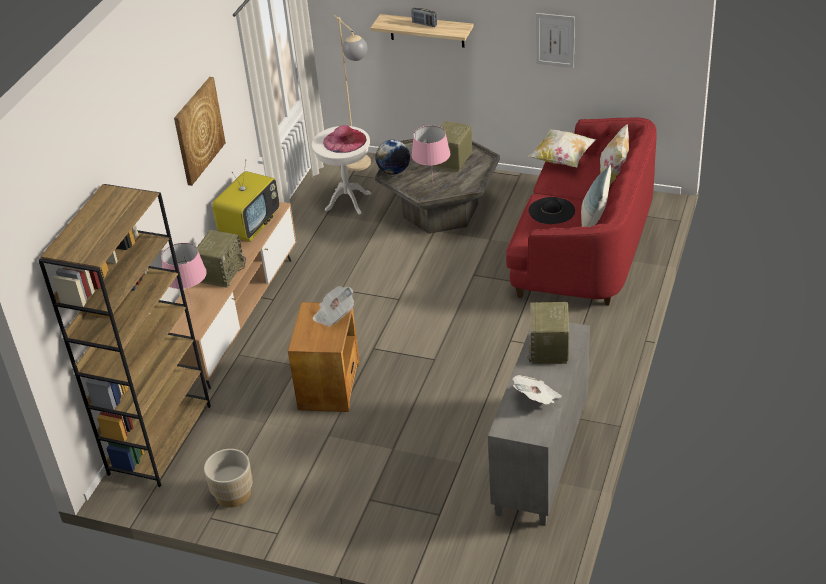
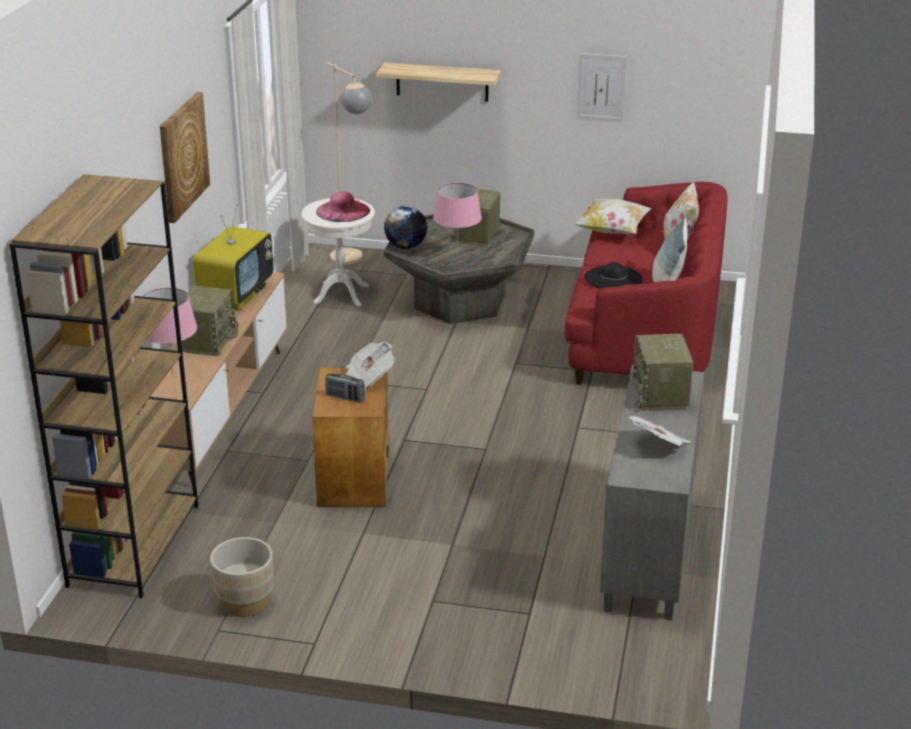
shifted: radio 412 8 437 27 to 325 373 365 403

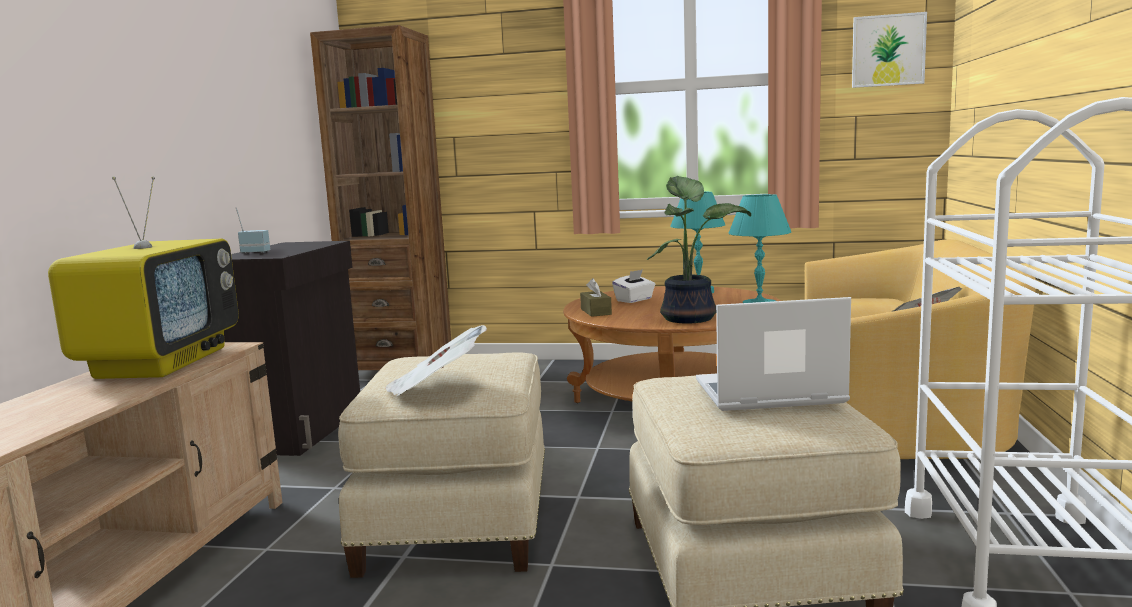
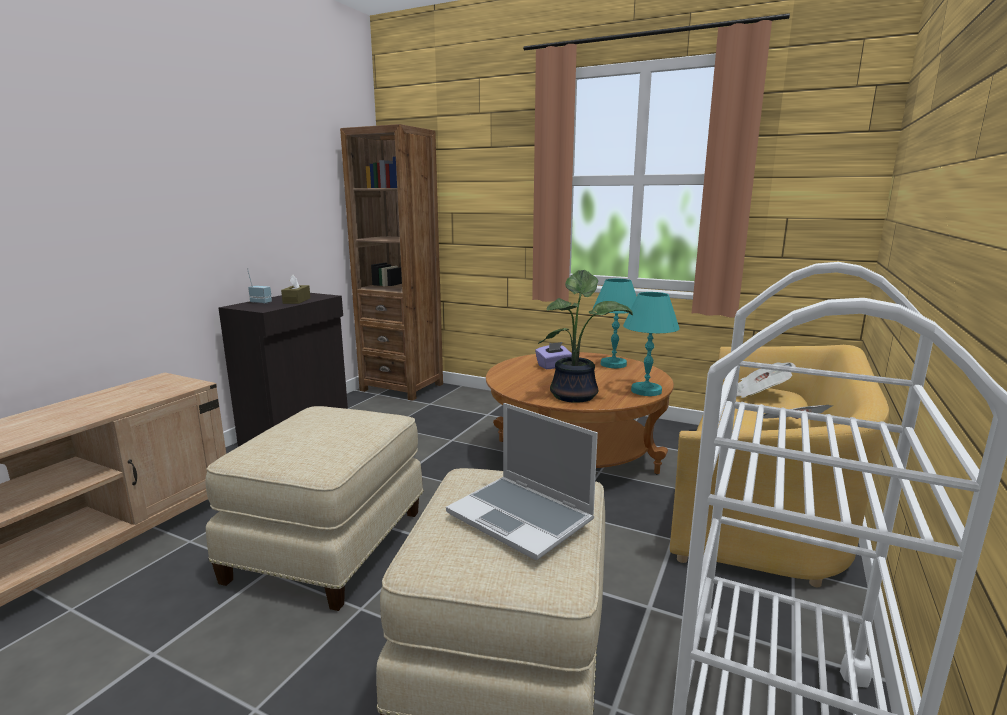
gone: TV set 48 176 239 379; picture 852 12 927 88
shifted: tissue holder (brown) 580 278 612 317 to 281 275 310 304; newspaper 385 325 487 396 to 737 362 796 398
repainted: tissue holder (whitish) 612 269 655 303 to tissue holder (purple-coloured) 535 342 572 369
rotated: portable computer 696 297 851 411 = 446 403 598 560 150 degrees counterclockwise

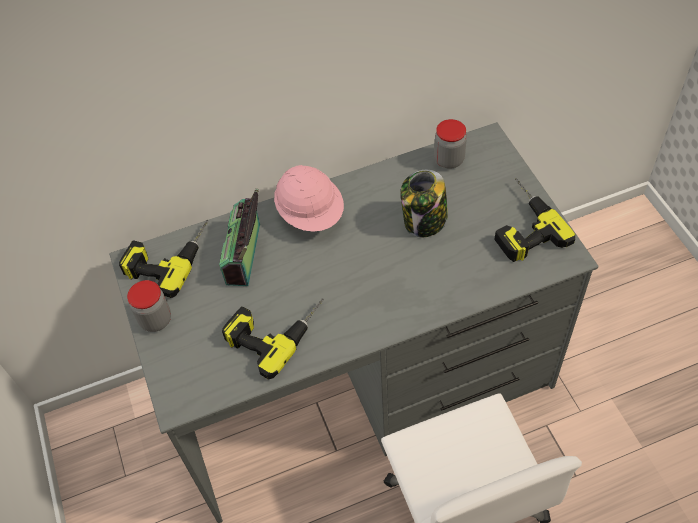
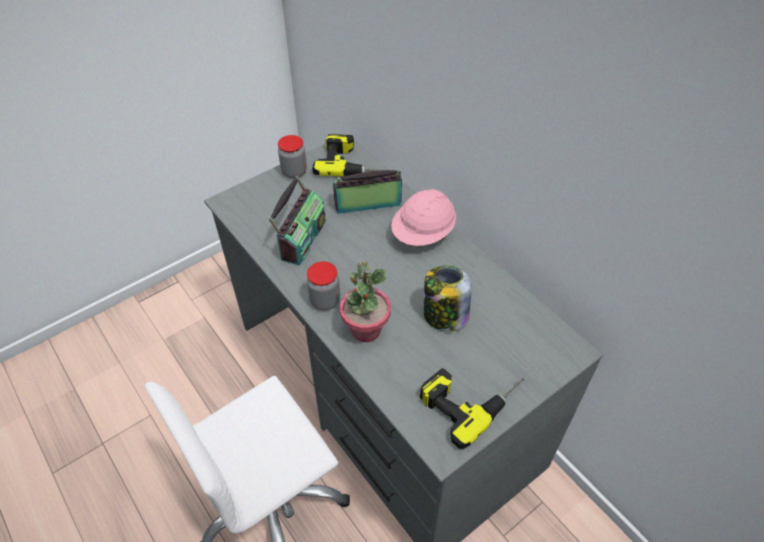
new: houseplant 340 262 391 342
shifted: preserve jar 434 119 467 169 to 307 262 340 310
swapped: drill 222 299 324 379 to radio 269 176 326 265

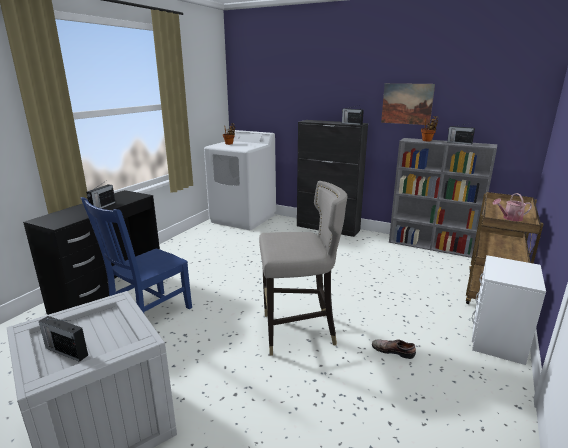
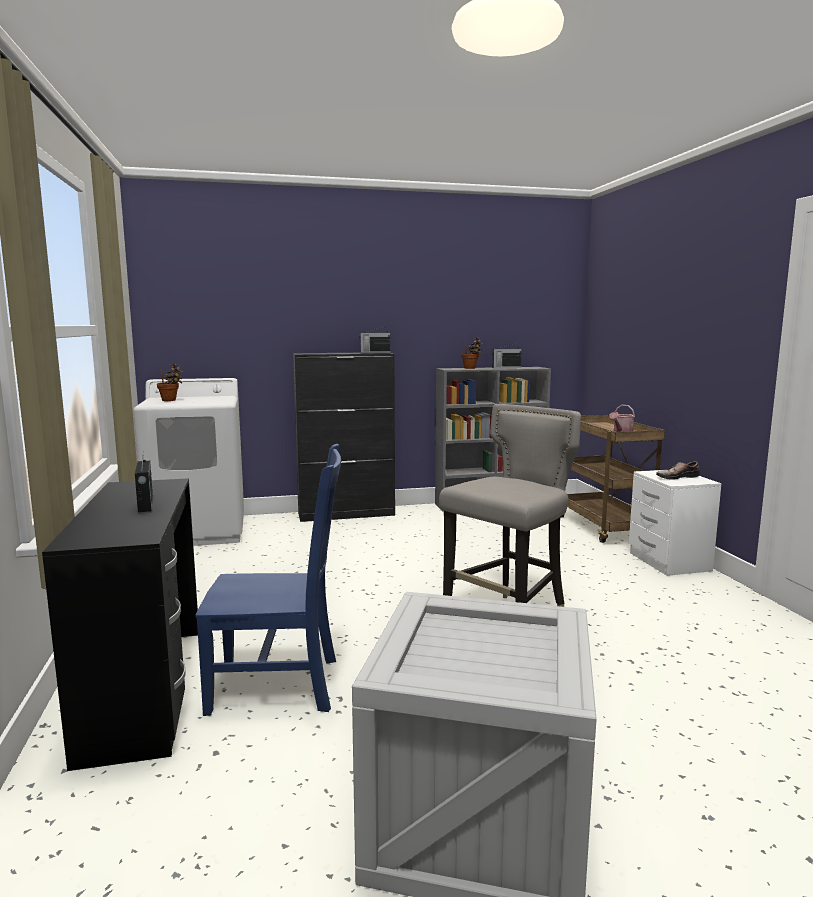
gone: radio 39 316 88 362; picture 381 83 435 125
shifted: shoe 372 339 416 359 to 656 461 700 480
rotated: chair (bluish) 81 197 192 313 = 195 444 341 716 90 degrees counterclockwise

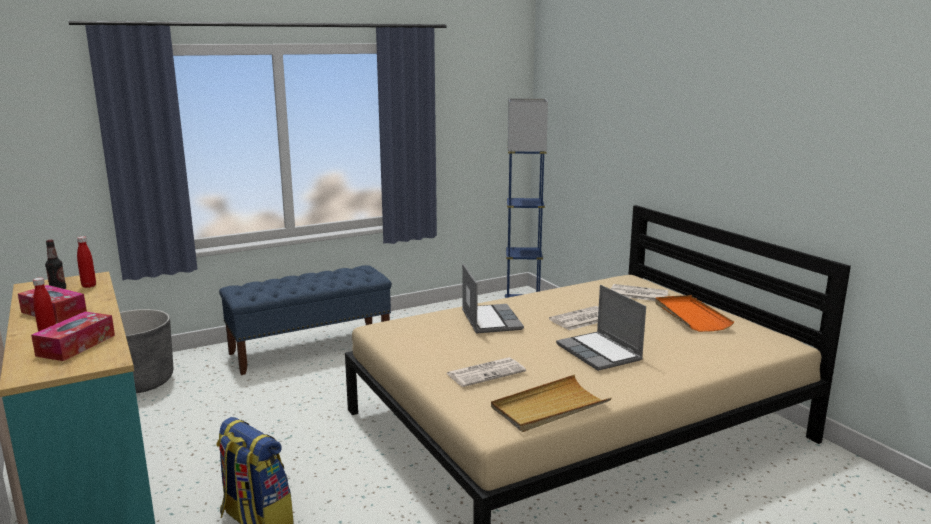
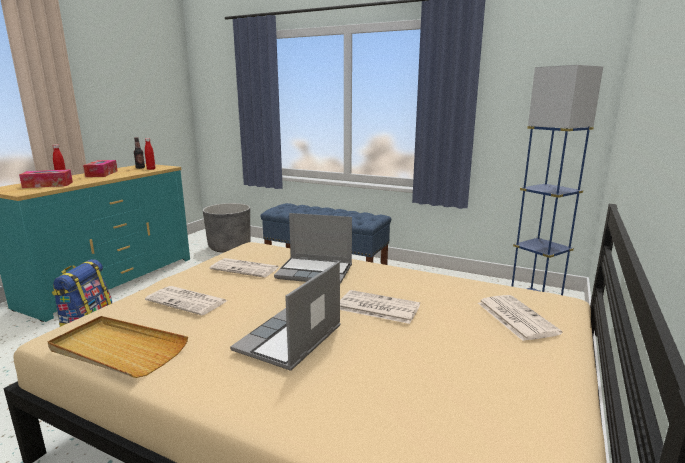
gone: carrying tray (orange) 655 295 734 332
new: newspaper 210 258 279 278
rotated: portable computer 462 264 524 333 = 274 213 352 284 60 degrees clockwise

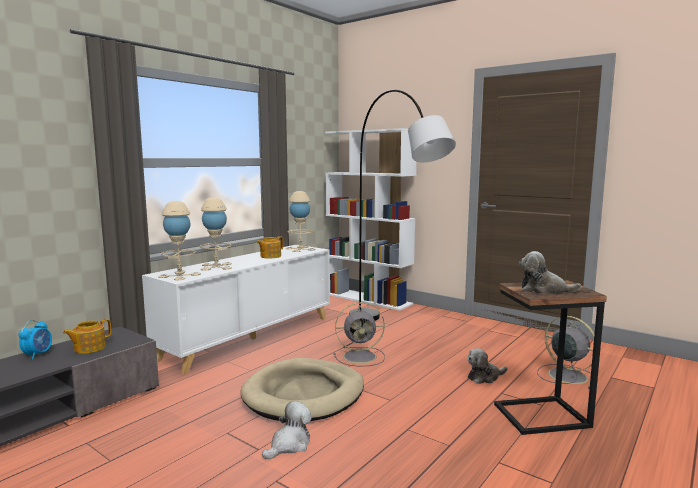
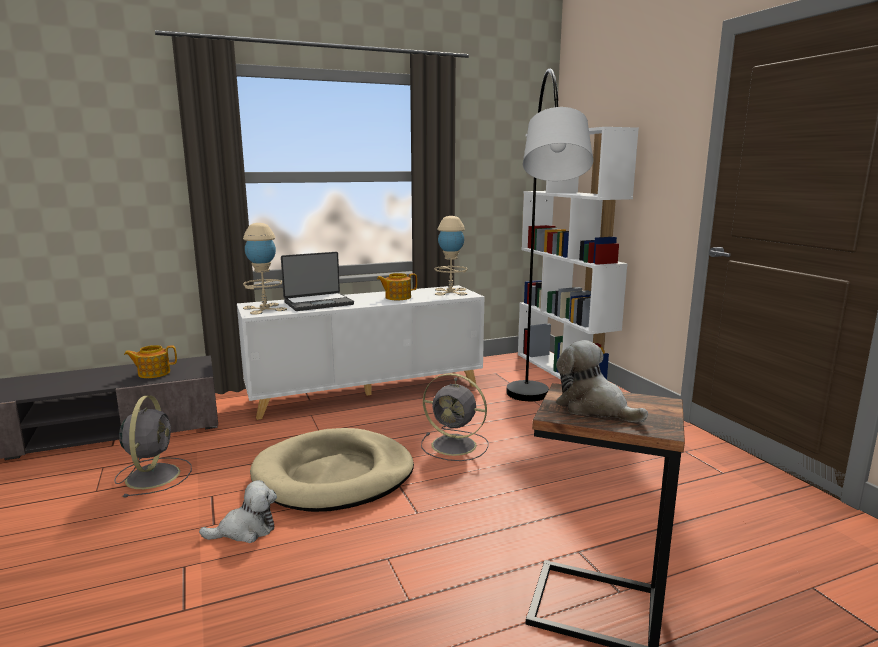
gone: table clock 19 320 52 359; cuddly toy 468 348 507 384
shifted: electric fan (gray) 537 316 598 389 to 114 396 192 497
swapped: lamp for a table (beige) 200 197 232 271 to portable computer 281 252 354 311

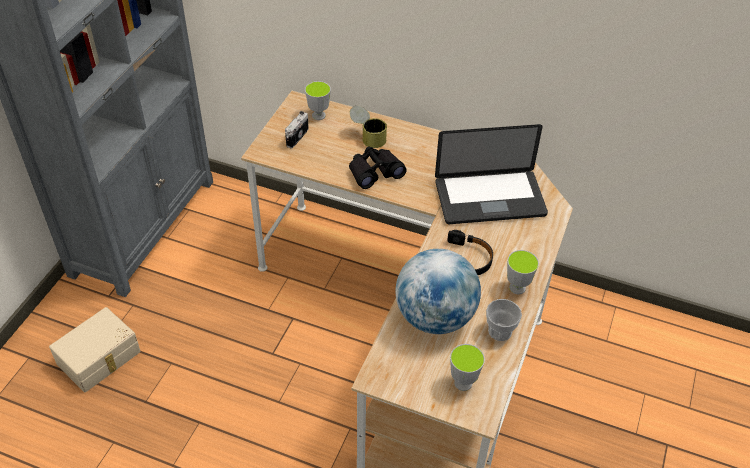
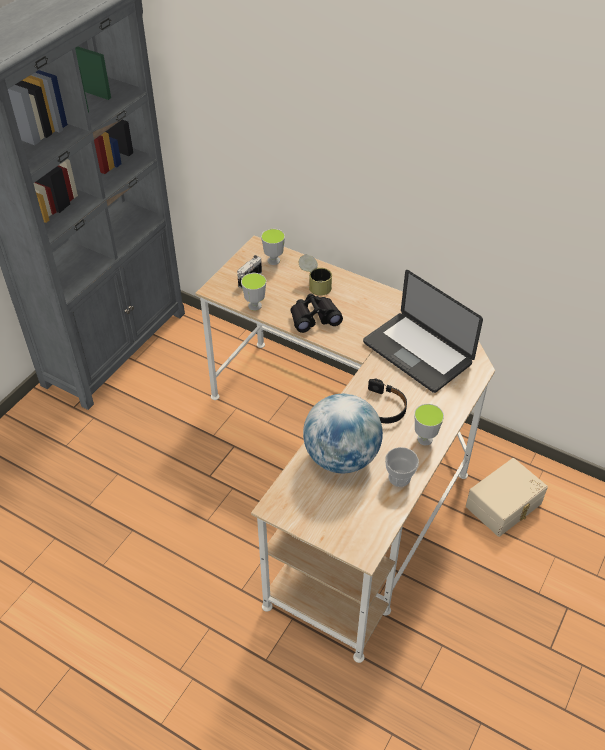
shifted: small cup 450 344 485 391 to 241 273 266 311; storage container (beige) 49 307 141 392 to 466 458 548 537
rotated: portable computer 435 124 548 224 = 363 270 483 393 45 degrees clockwise

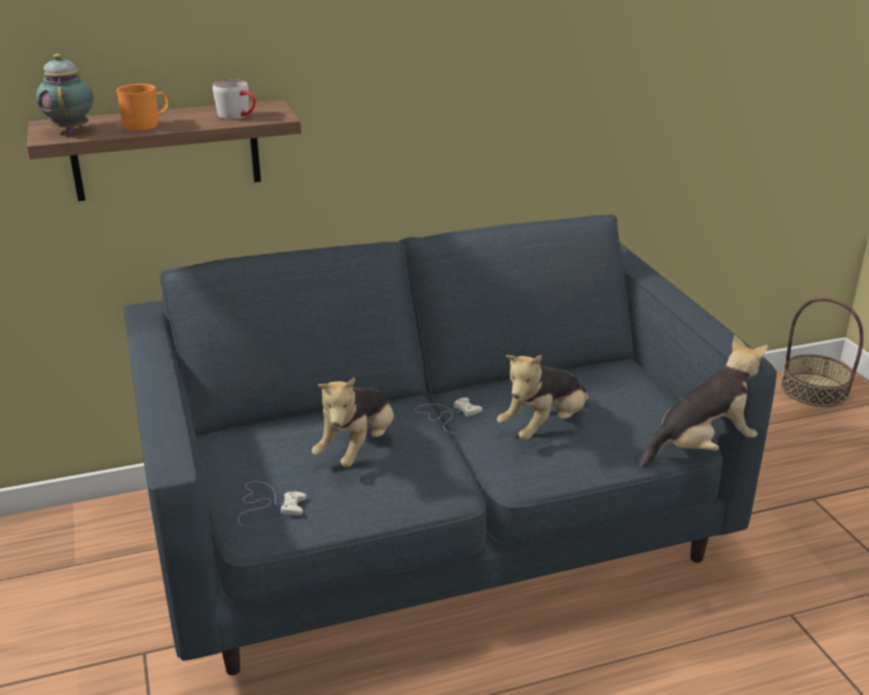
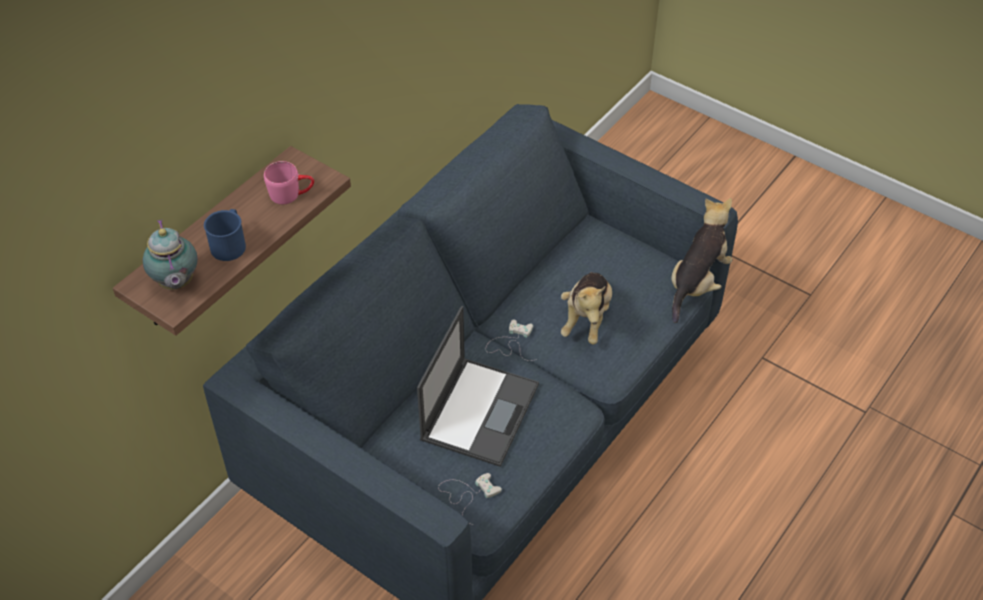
gone: storage basket 781 297 864 407
swapped: cuddly toy 312 377 394 467 to portable computer 417 306 539 467
repainted: tea mug (orange) 116 84 168 131 to tea mug (bluish) 204 209 246 261; tea mug (gray) 213 79 256 119 to tea mug (pink) 264 161 314 204
rotated: pot for tea 36 54 94 133 = 143 219 198 290 150 degrees counterclockwise

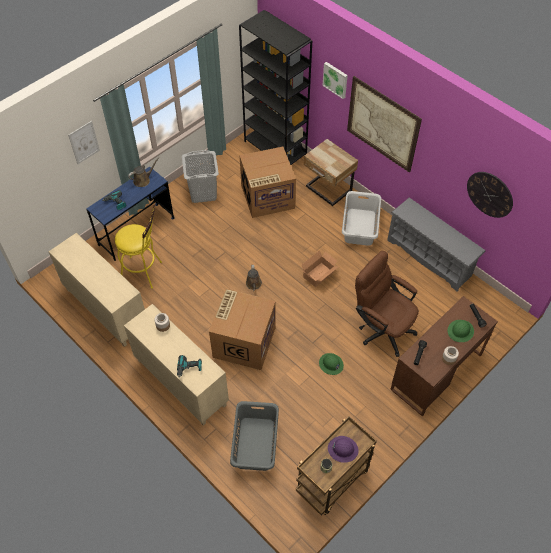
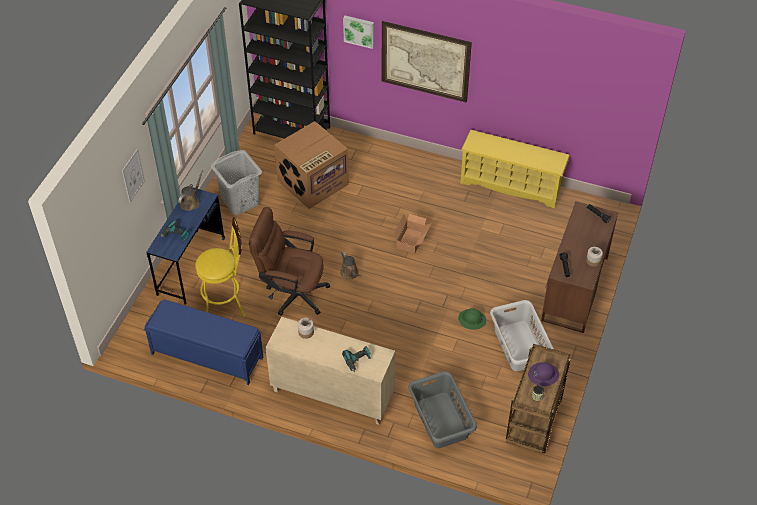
gone: packing box 209 289 276 370; night table (beige) 304 139 358 206; hard hat (greenish) 447 320 474 342; hanging clock 467 172 513 218
shifted: desk chair (brown) 355 251 419 357 to 249 207 330 315; laundry basket (gray) 342 191 381 246 to 490 300 554 371
swapped: cabinet (beige) 48 233 145 347 to long seat (bluish) 144 299 263 385
repainted: shoe shelf (gray) 387 198 486 292 to shoe shelf (yellow) 460 130 570 208

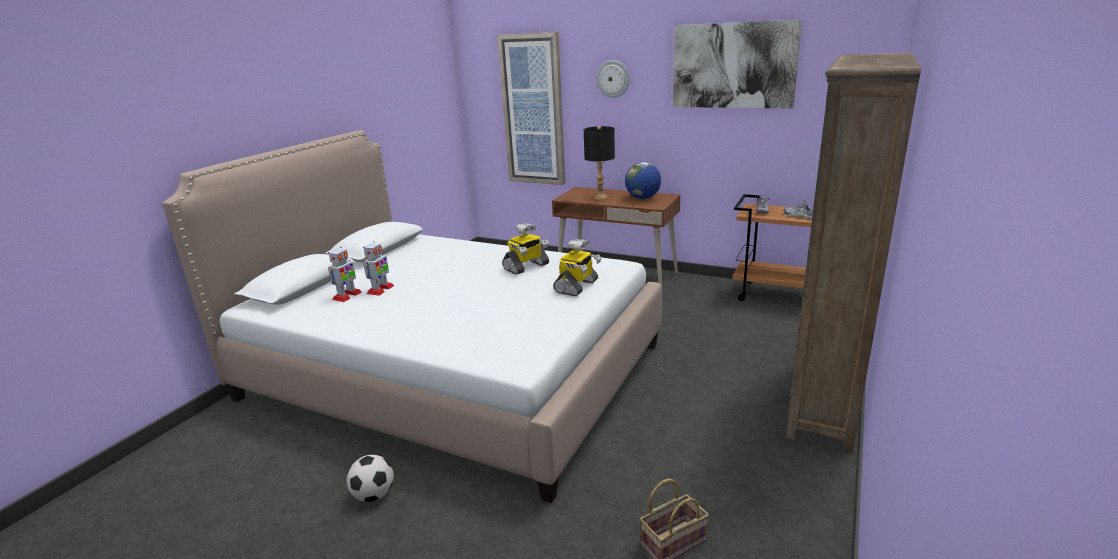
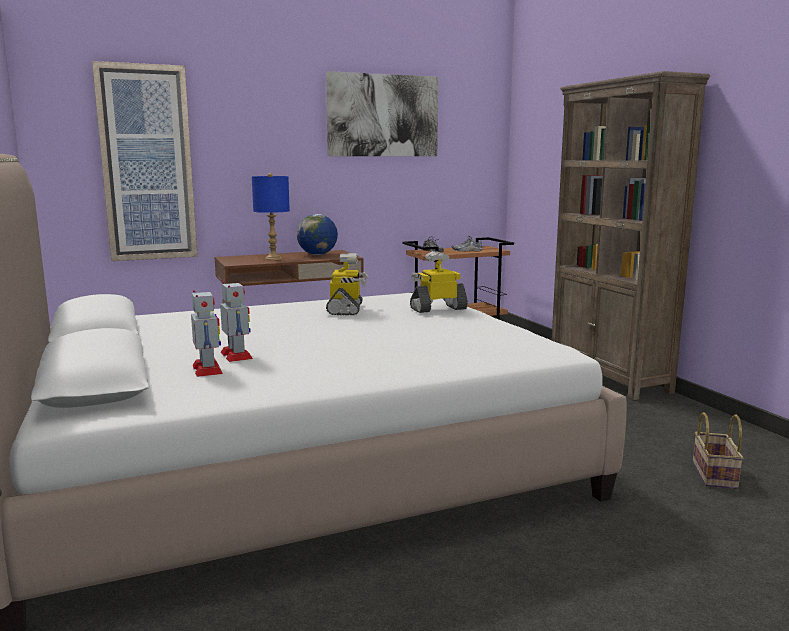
gone: football ball 346 455 394 502; hanging clock 596 60 630 98
repainted: lamp for a table (blackish) 584 126 615 200 to lamp for a table (bluish) 252 173 290 260
rotated: model robot 553 239 601 296 = 410 251 468 313 90 degrees counterclockwise

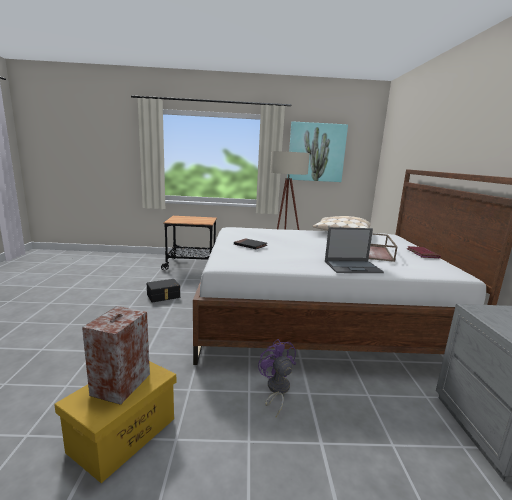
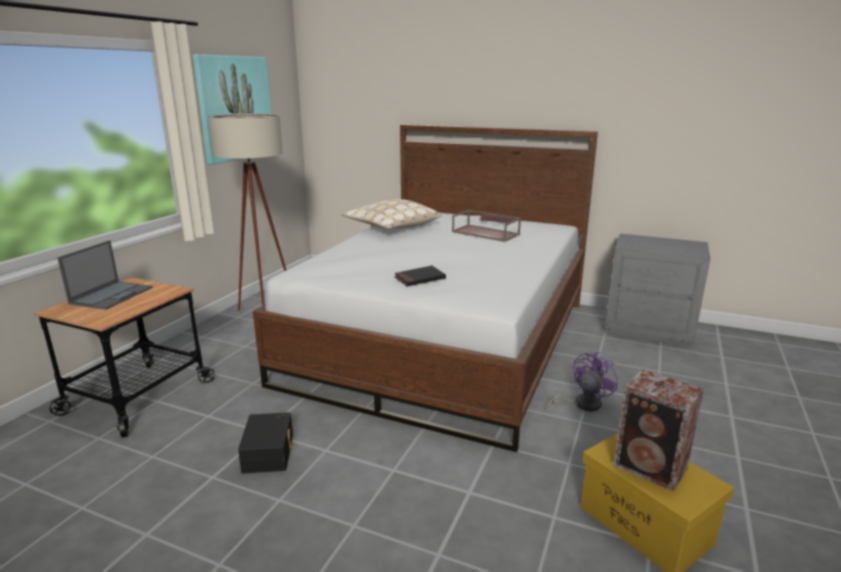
shifted: portable computer 325 227 384 273 to 57 240 153 310
rotated: electric fan (purple-coloured) 258 339 296 417 = 544 352 618 411 135 degrees clockwise

